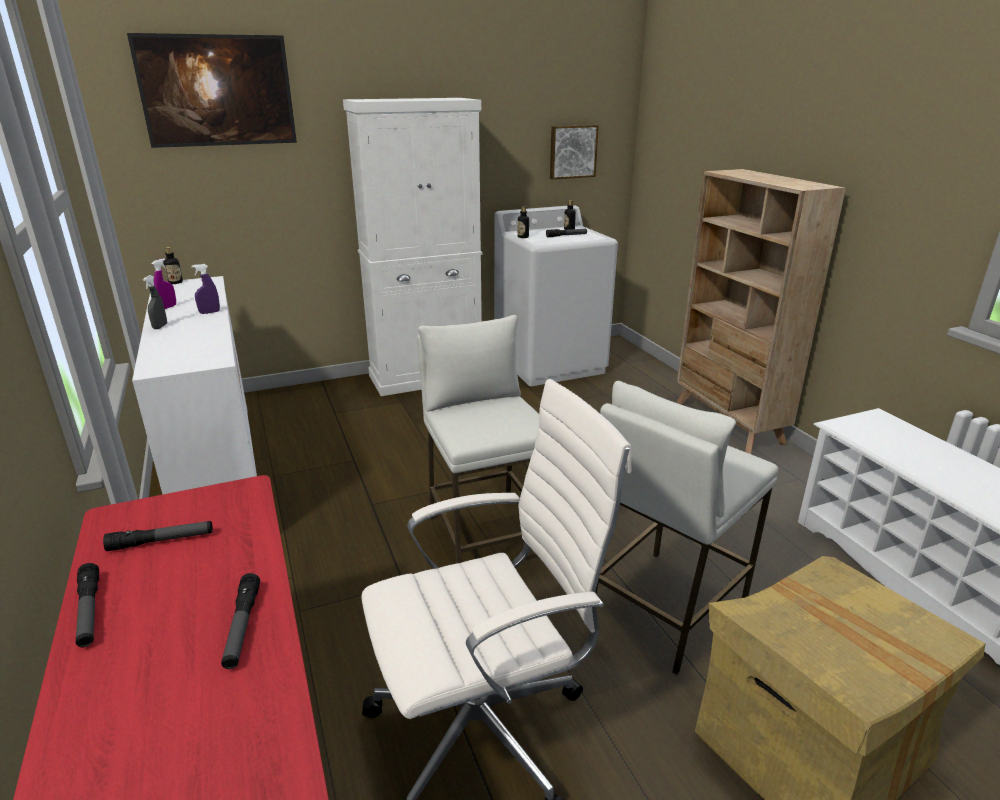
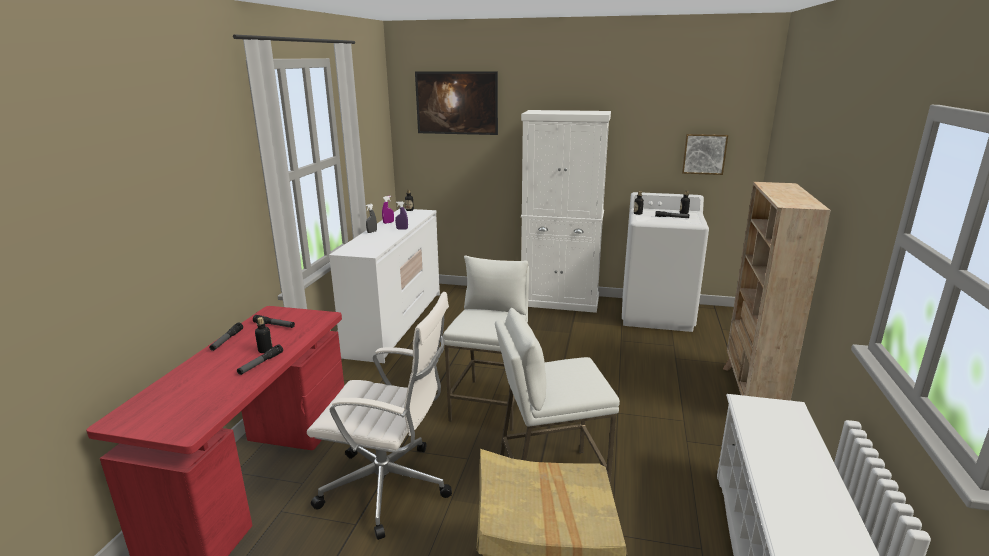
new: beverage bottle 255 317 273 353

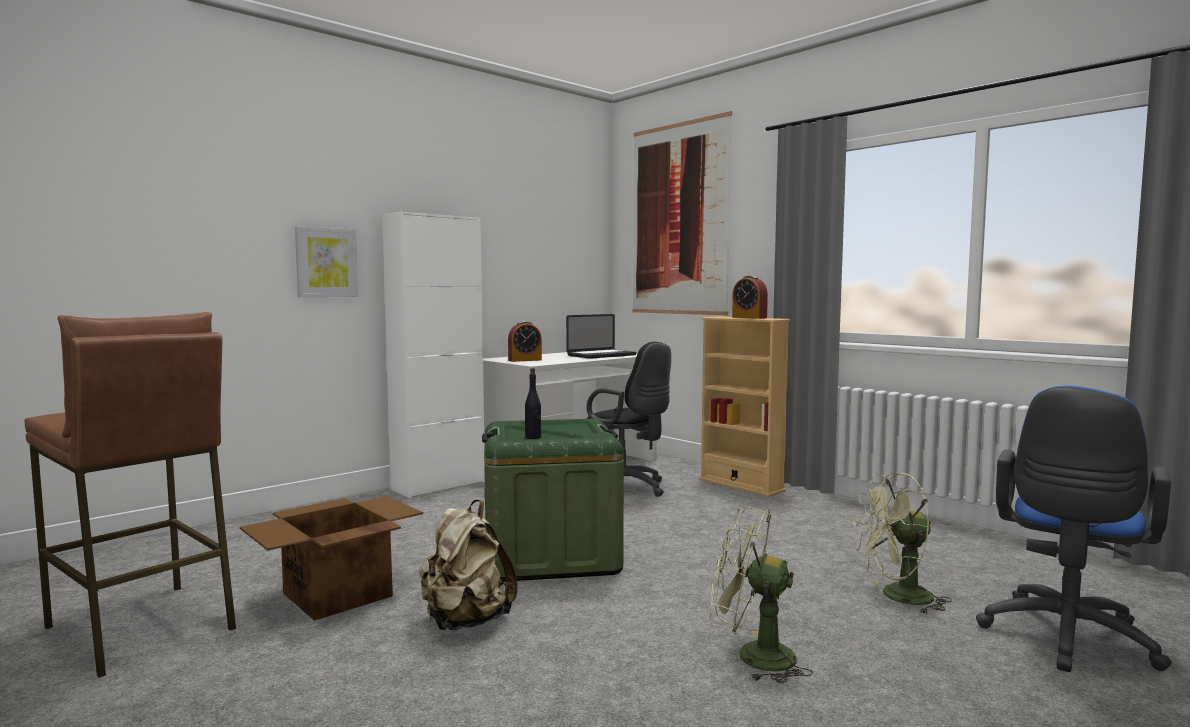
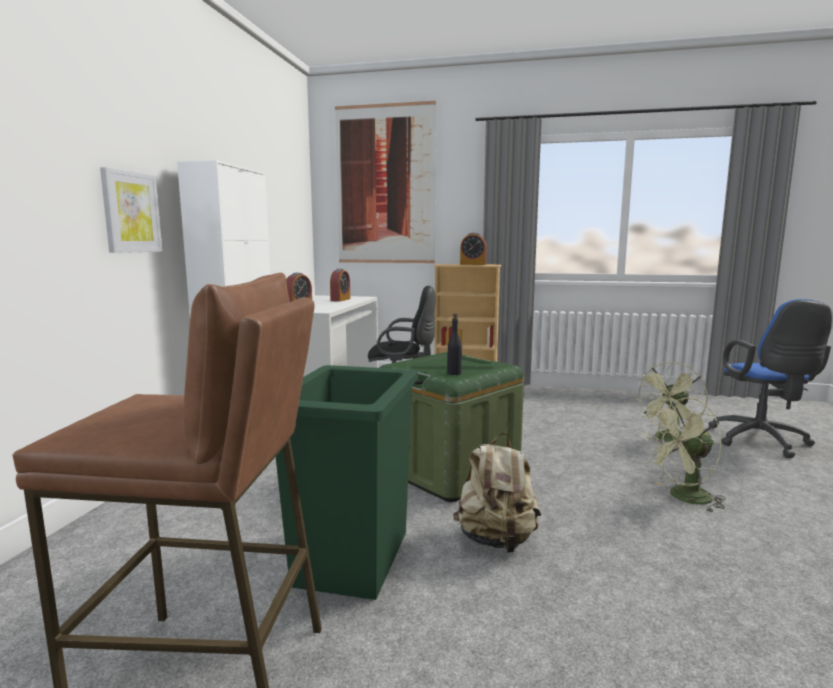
swapped: packing box 240 496 423 621 to trash can (greenish) 276 365 418 600; portable computer 566 314 637 359 to table clock 330 269 350 302

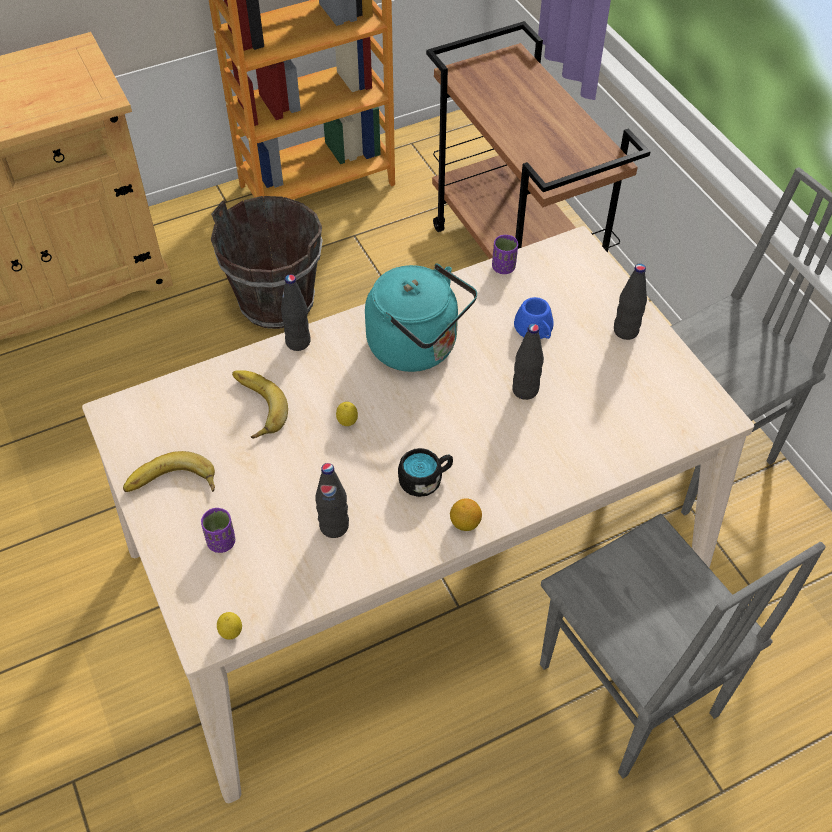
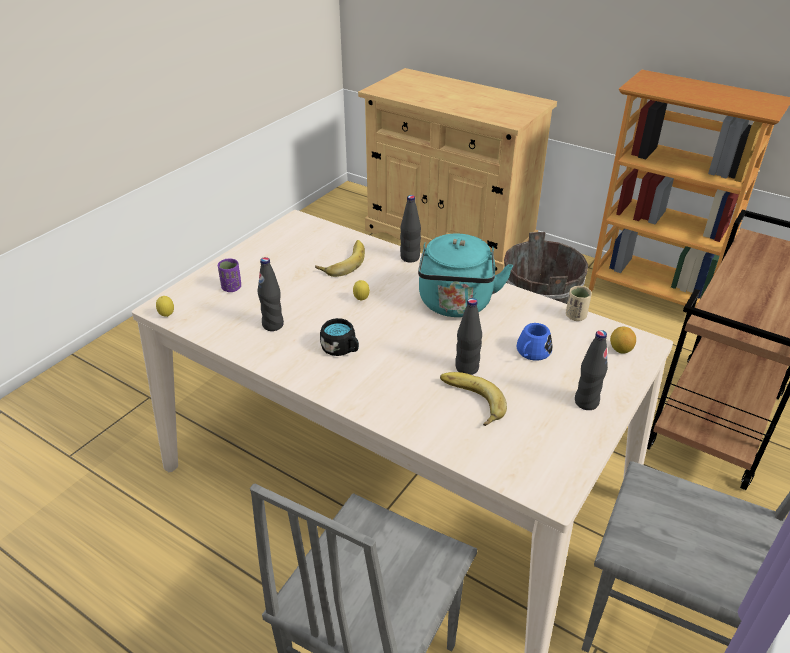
shifted: banana fruit 123 451 215 492 to 440 372 507 426; citrus fruit 450 498 482 531 to 610 327 636 353
repainted: small cup (purple-coloured) 492 235 518 274 to small cup (beige) 566 286 592 321

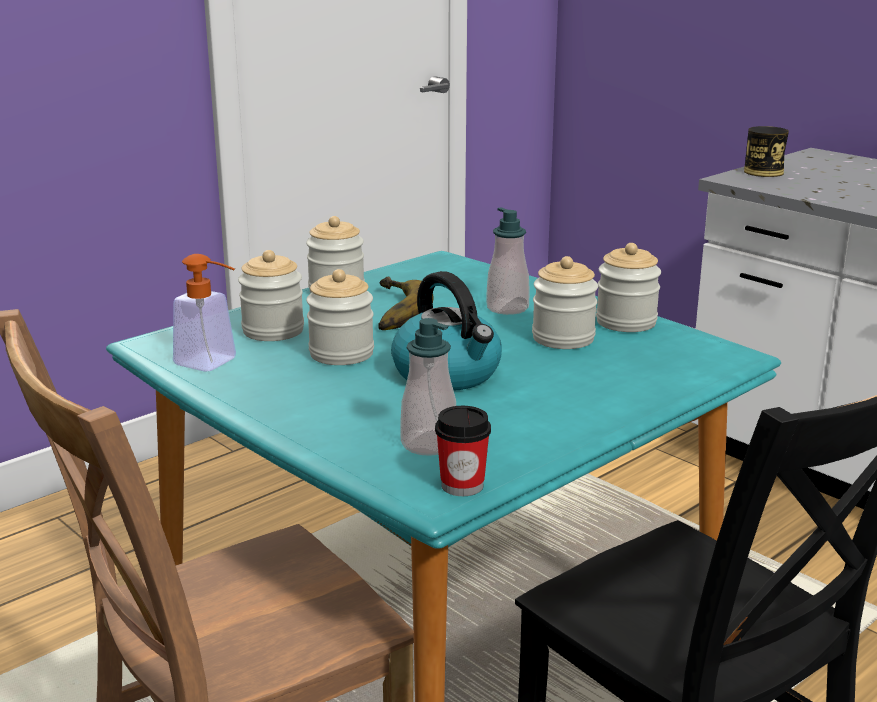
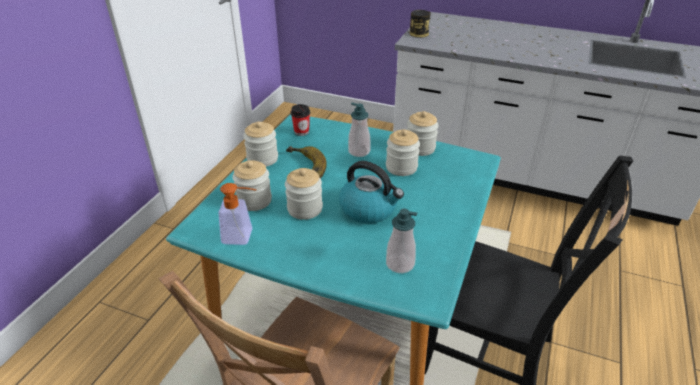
shifted: small cup 435 406 491 496 to 291 104 310 136

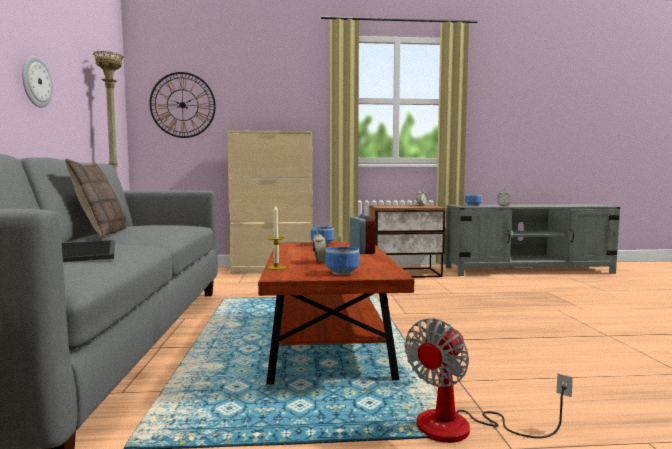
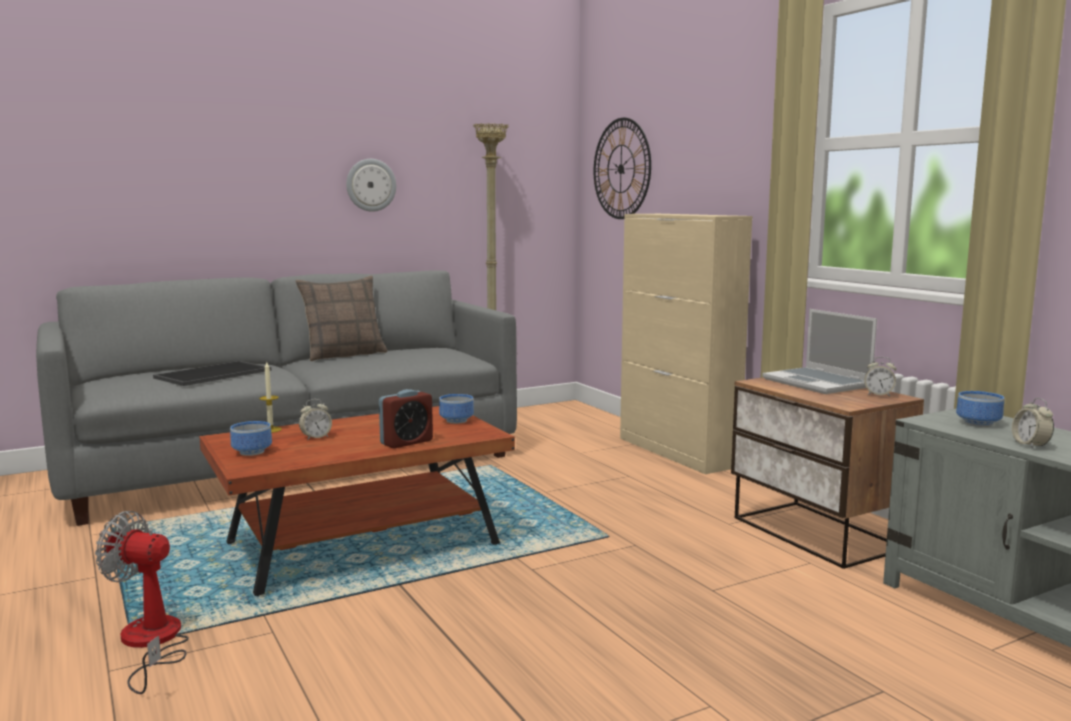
new: portable computer 762 309 877 394

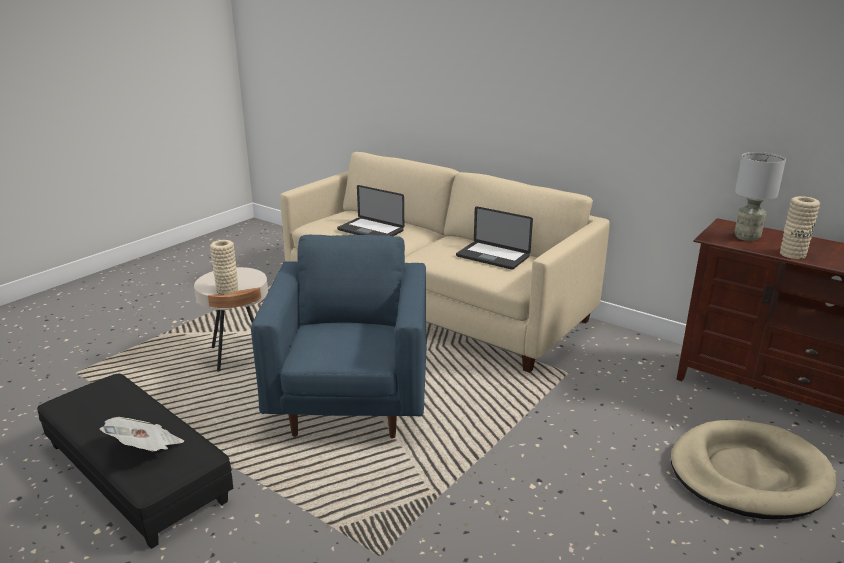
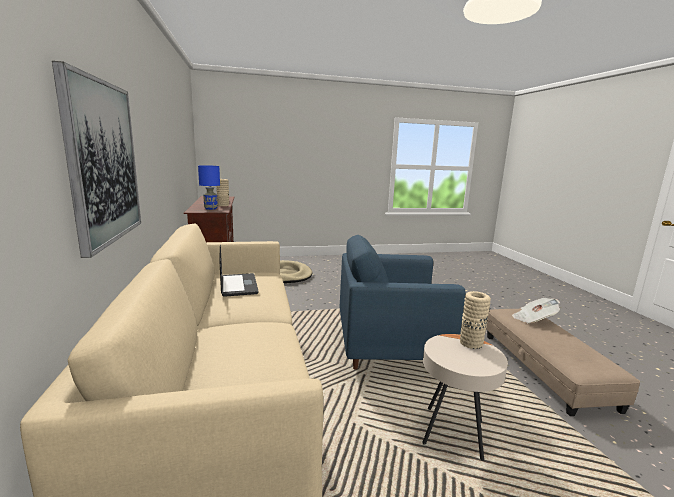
gone: portable computer 337 185 404 236
new: picture 52 61 141 258
repainted: lamp for a table (gray) 734 152 786 241 to lamp for a table (bluish) 198 165 220 210; footrest (blackish) 37 374 233 549 to footrest (beige) 486 309 640 416
rotated: armchair (bluish) 251 235 427 438 = 340 235 465 370 45 degrees clockwise

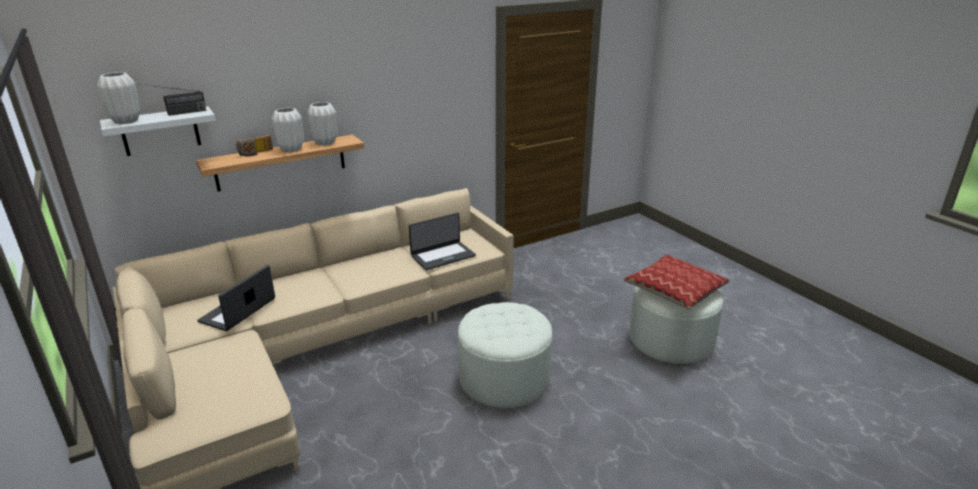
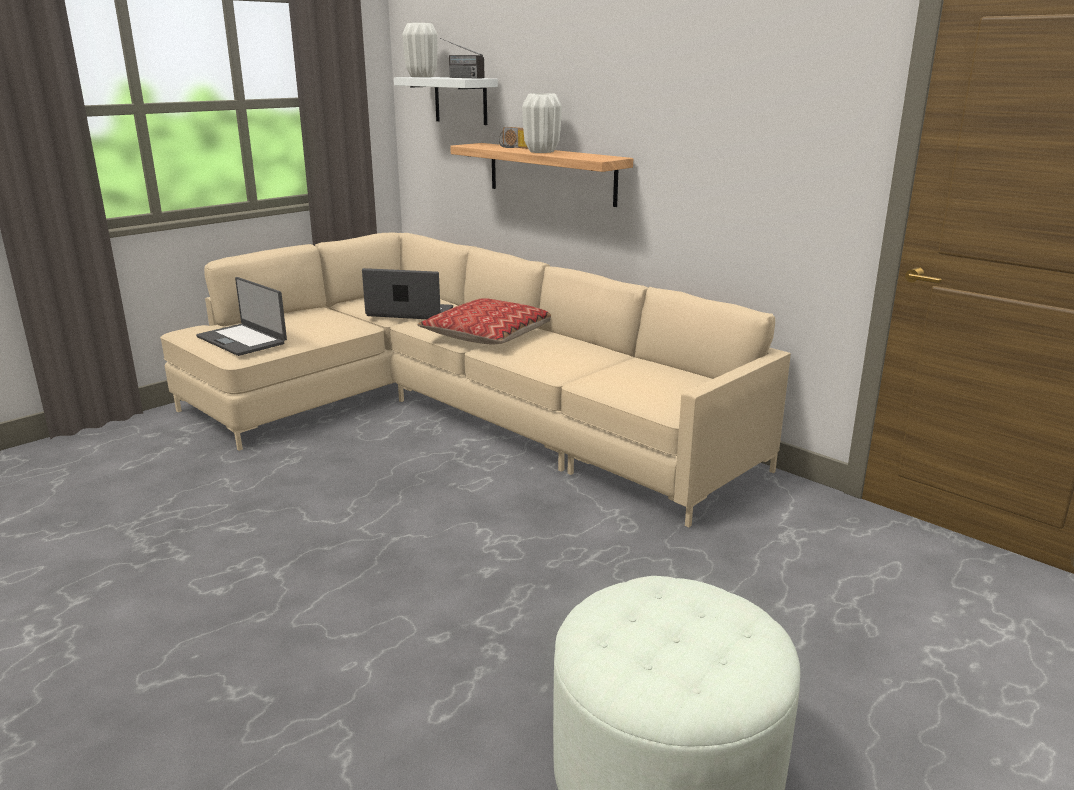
gone: vase (whitish) 307 102 337 146; footrest (whitish) 458 302 552 408
shifted: portable computer 409 213 476 270 to 196 277 287 356; pillow 623 254 730 310 to 417 298 551 344

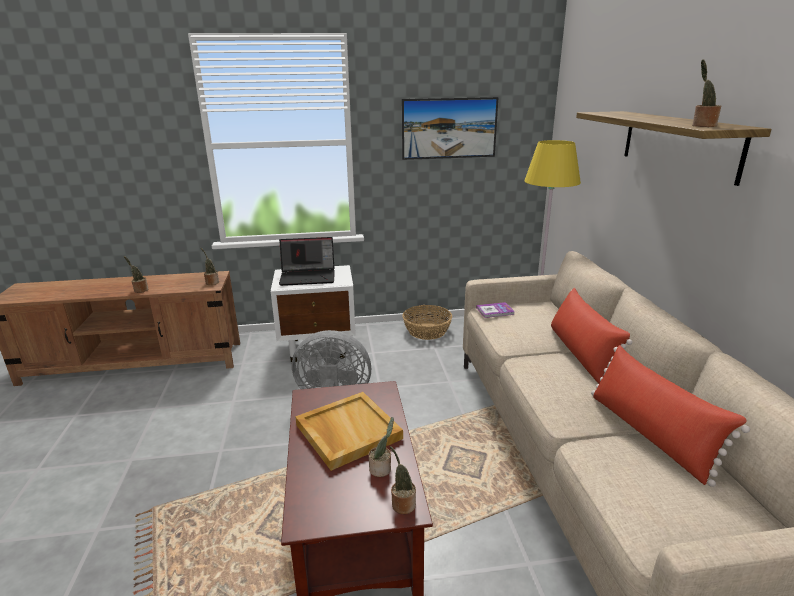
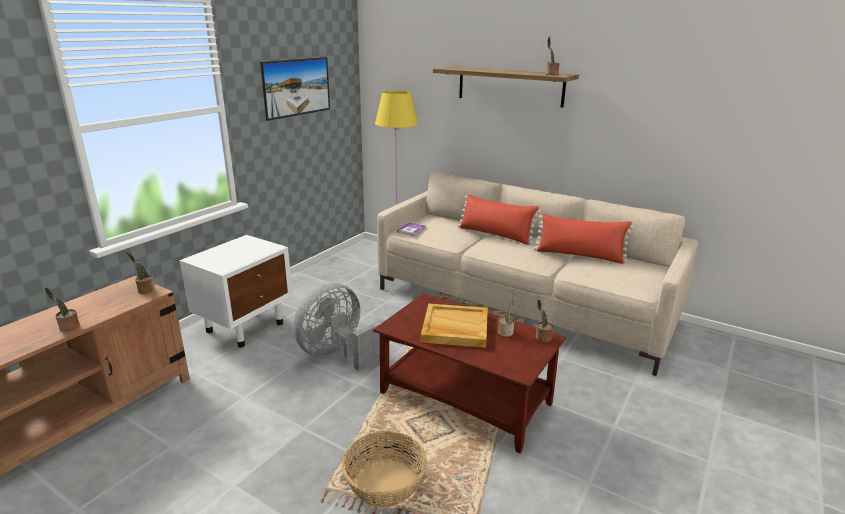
gone: portable computer 279 237 334 286
shifted: storage basket 402 305 452 340 to 342 431 427 508

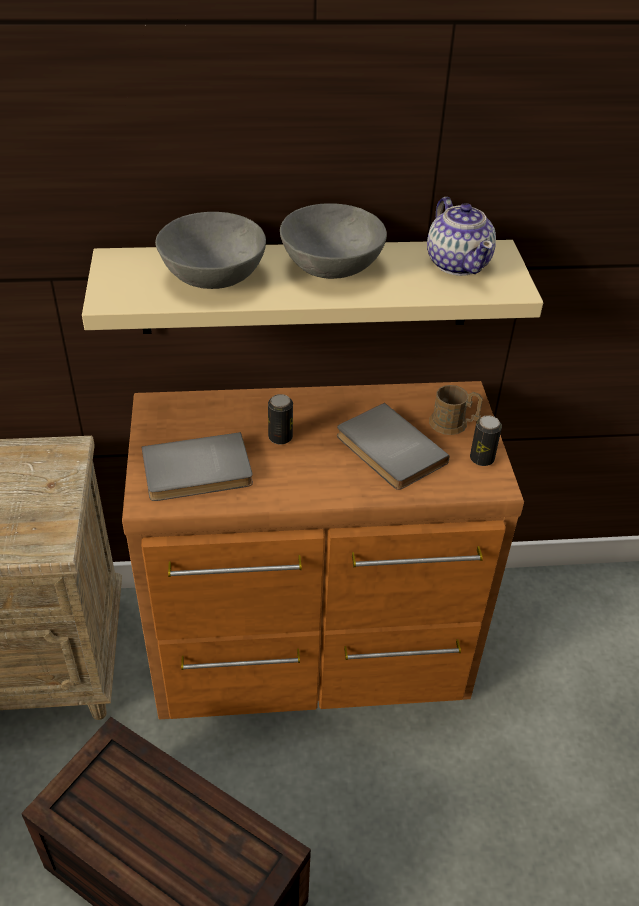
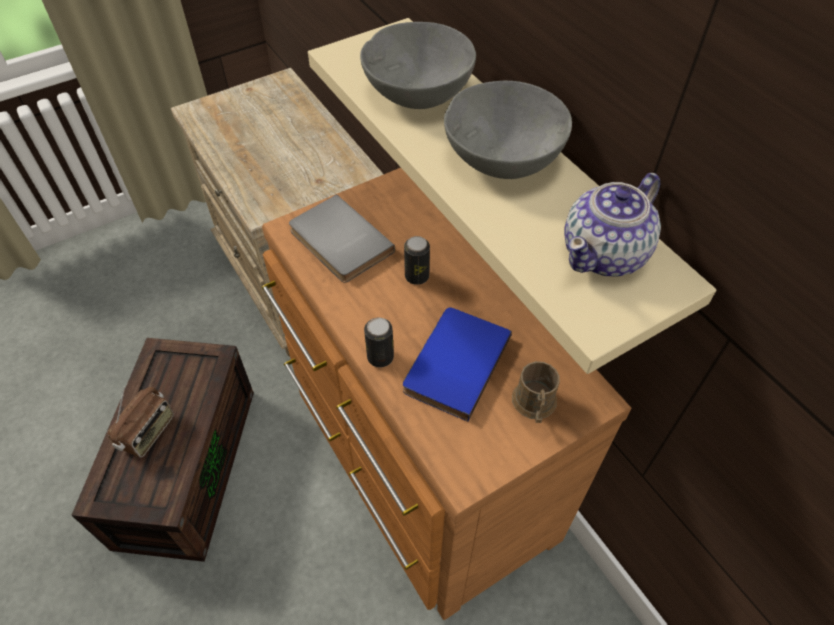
new: radio 107 386 174 458
shifted: sealed can 470 415 502 466 to 364 318 394 367
repainted: volume (gray) 337 403 450 490 to volume (bluish) 403 307 512 421

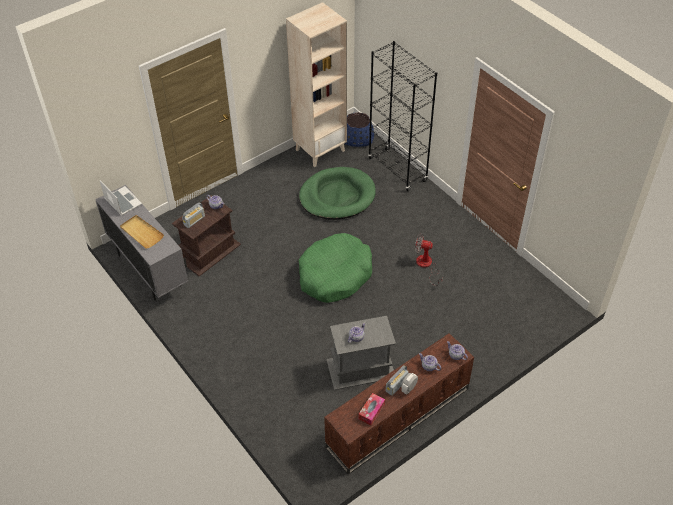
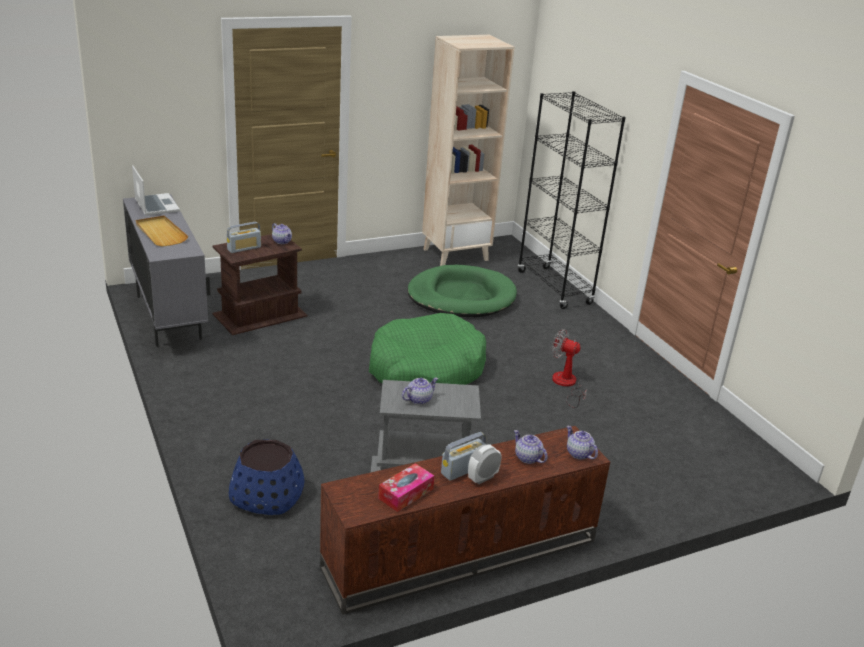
shifted: flower pot (bluish) 345 112 374 147 to 229 439 305 515

